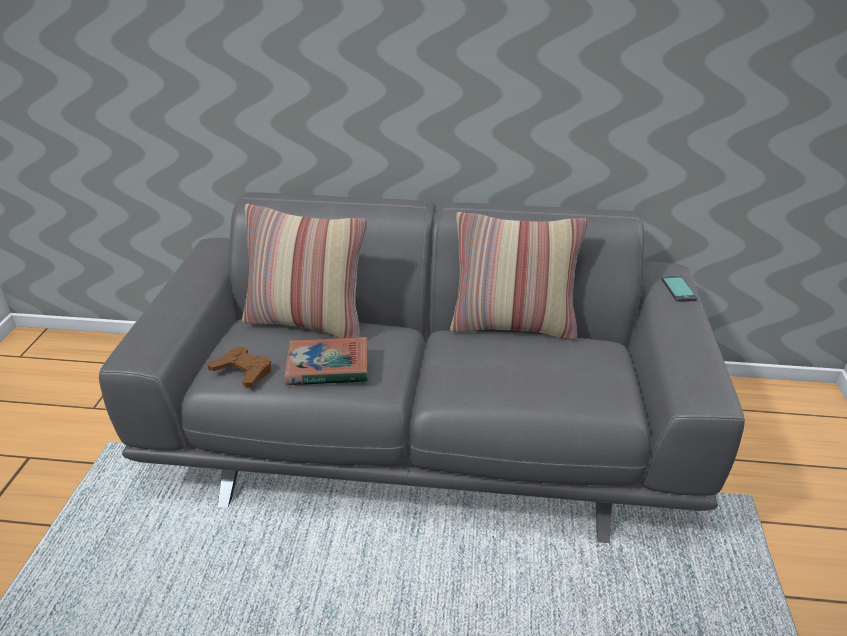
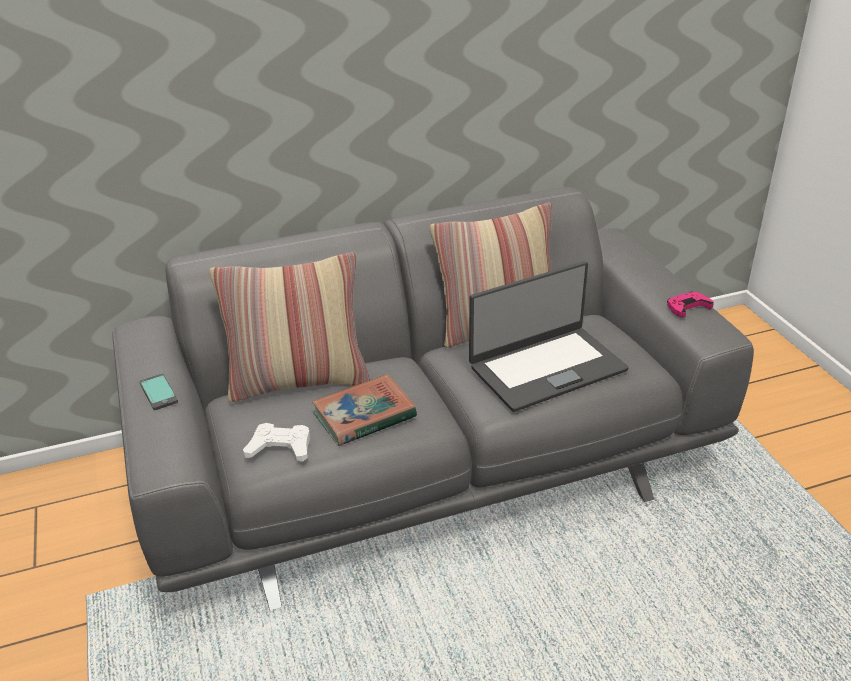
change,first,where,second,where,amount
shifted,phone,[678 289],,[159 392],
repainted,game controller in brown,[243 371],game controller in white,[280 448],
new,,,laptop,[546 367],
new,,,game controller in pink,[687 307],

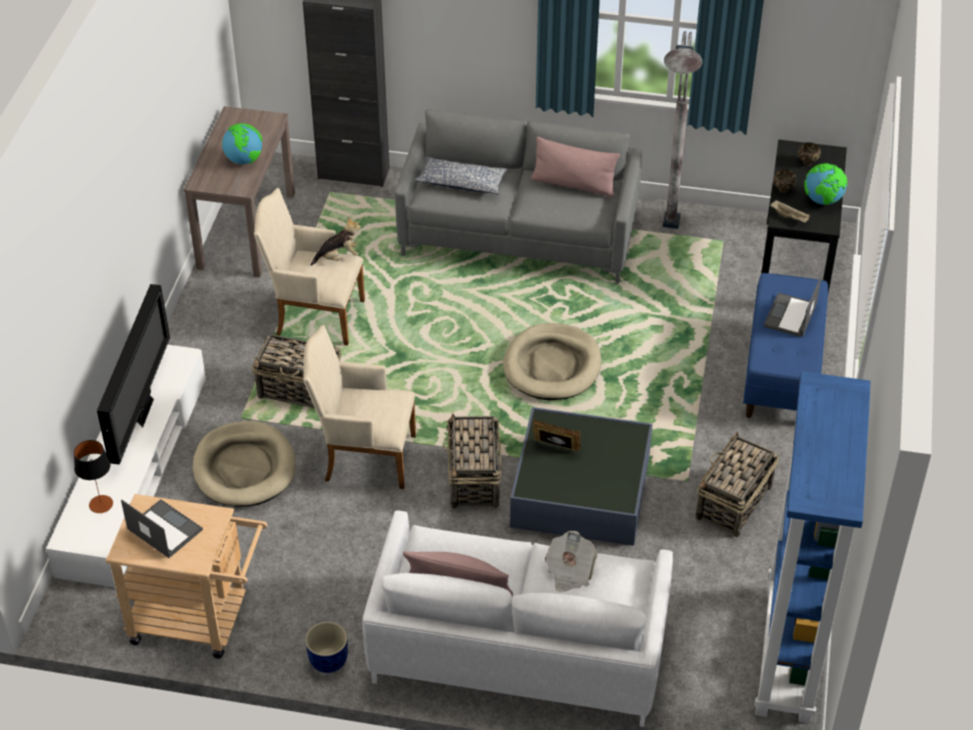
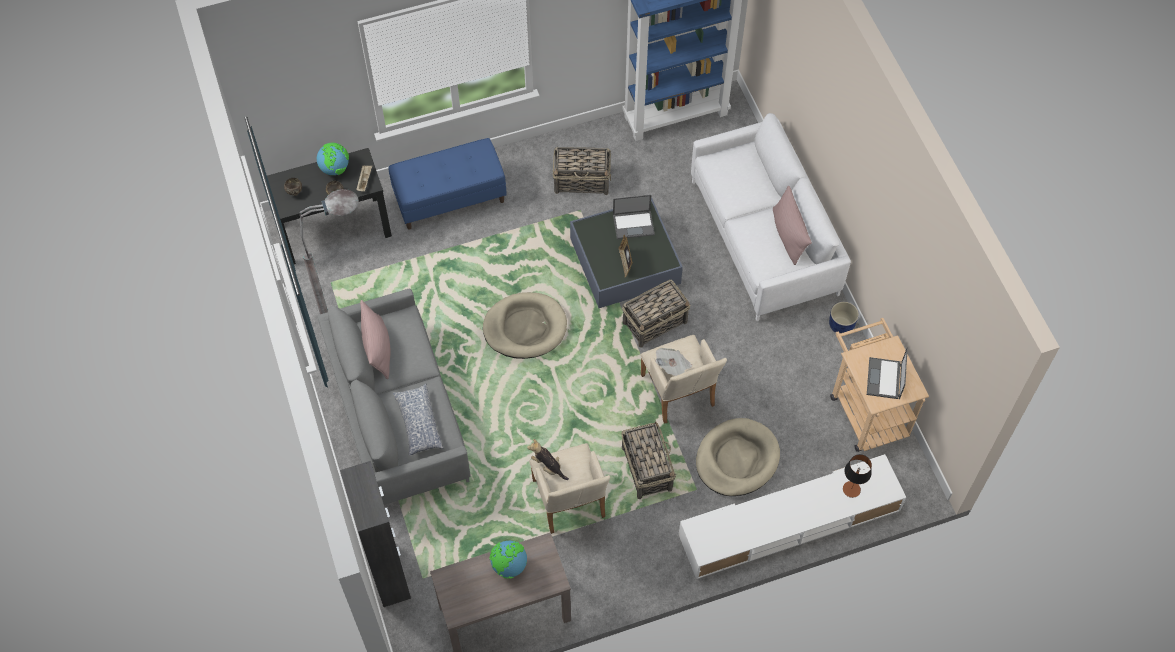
change,first,where,second,where,amount
shifted,laptop,[790 316],,[634 224],
gone,television,[144 410],,,
shifted,newspaper,[569 571],,[673 366],

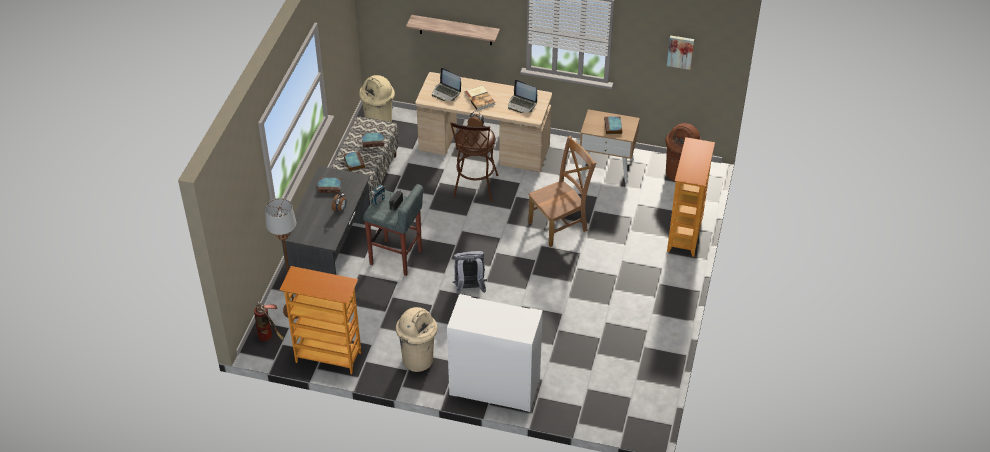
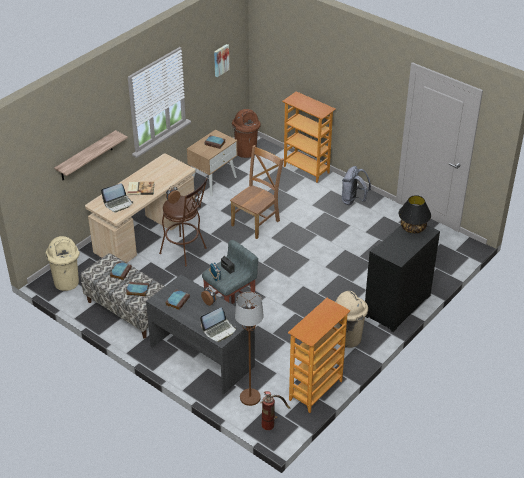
change,first,where,second,where,amount
shifted,laptop,[522 104],,[219 330],
rotated,chair in brown,[560 225],,[257 222],45 degrees clockwise
shifted,backpack in grey,[469 288],,[353 200],
repainted,cabinet in white,[494 388],cabinet in black,[397 306],
new,,,table lamp in black,[412 227],

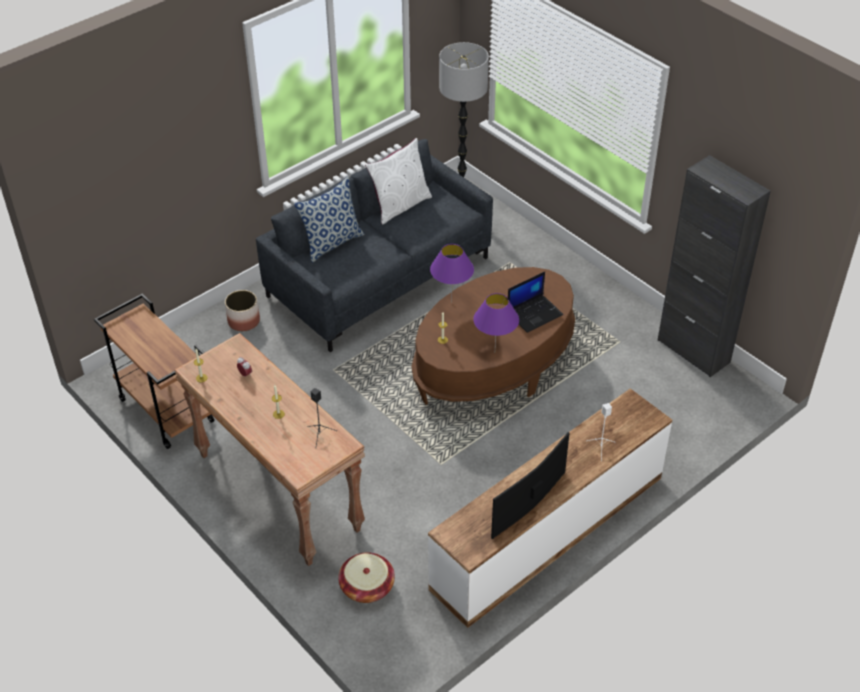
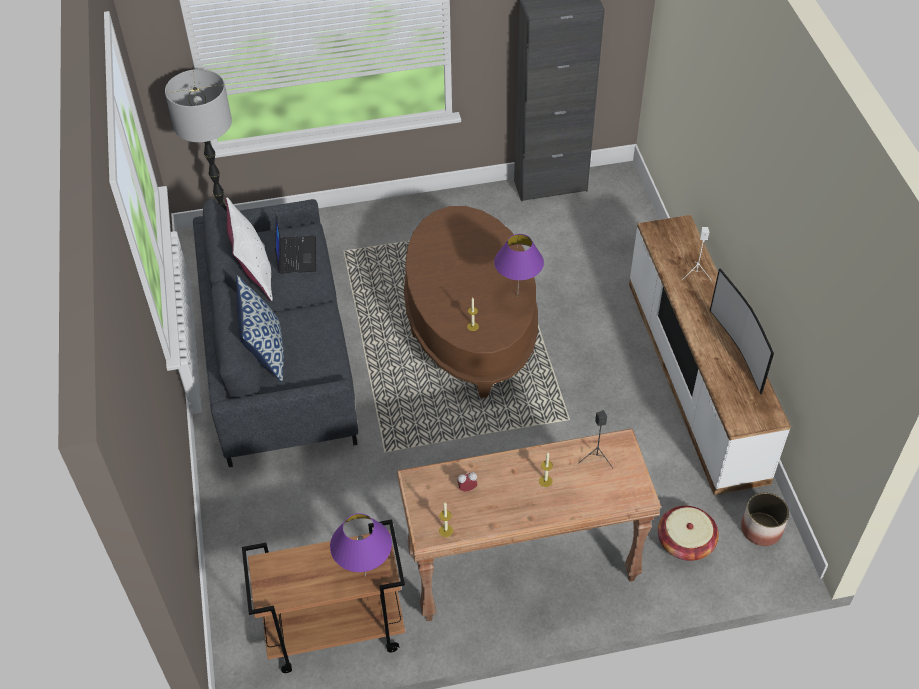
change,first,where,second,where,amount
shifted,table lamp in purple,[451 302],,[365 576],
shifted,laptop,[534 313],,[296 255],
shifted,planter,[244 321],,[761 529],

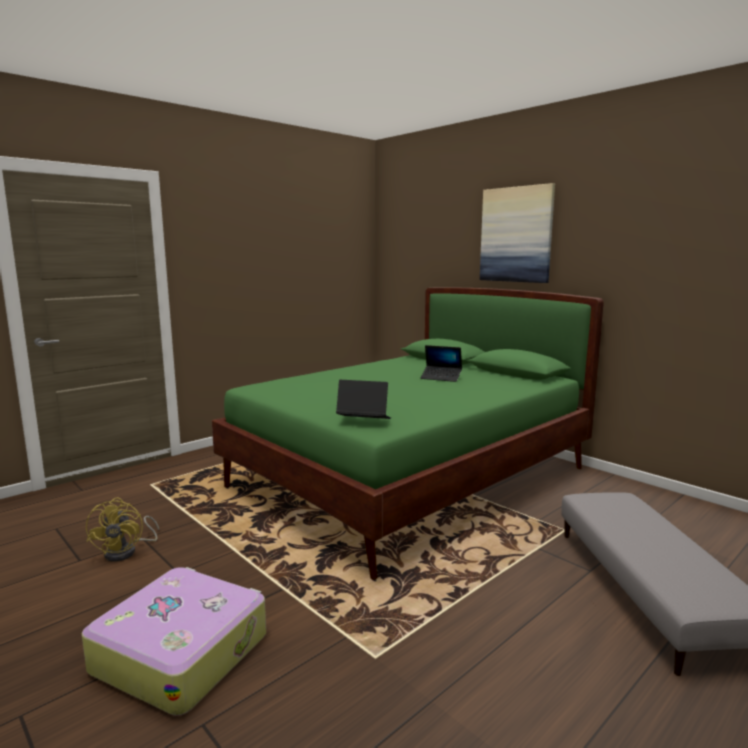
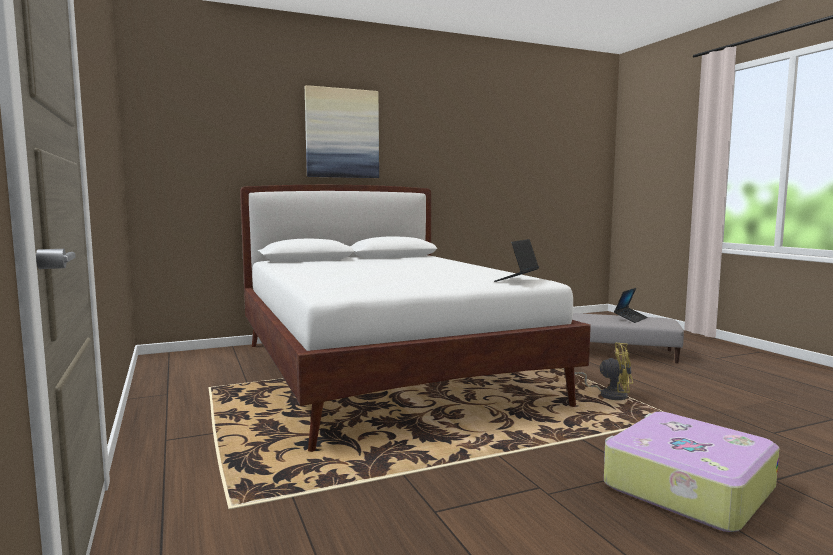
change,first,where,second,where,amount
repainted,bed in green,[410 477],bed in white,[386 371],
shifted,laptop,[441 377],,[630 318],
shifted,fan in yellow,[127 551],,[608 395],

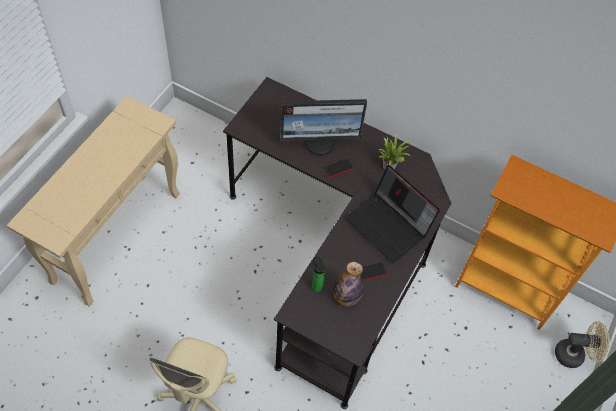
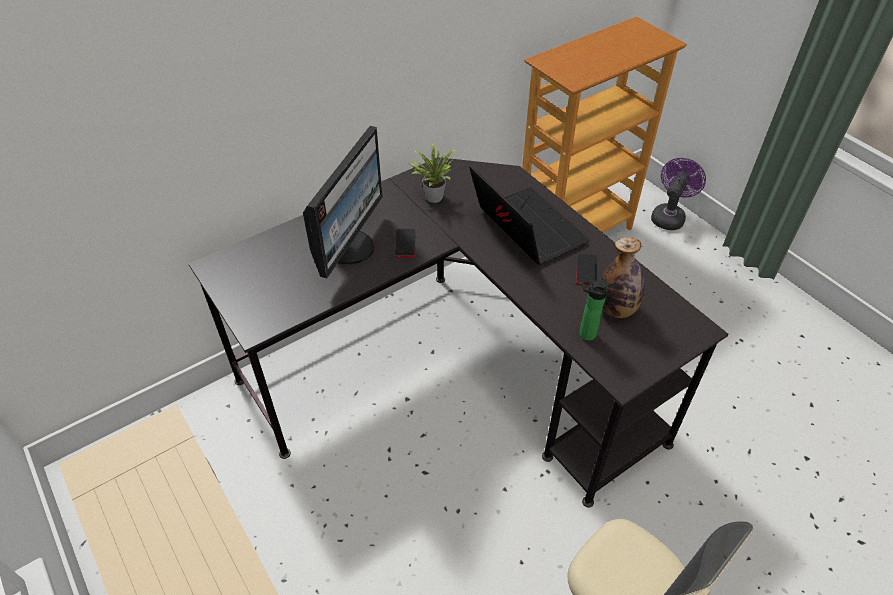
change,first,where,second,where,amount
rotated,laptop,[389 226],,[525 229],105 degrees counterclockwise
repainted,fan in beige,[574 354],fan in purple,[669 216],

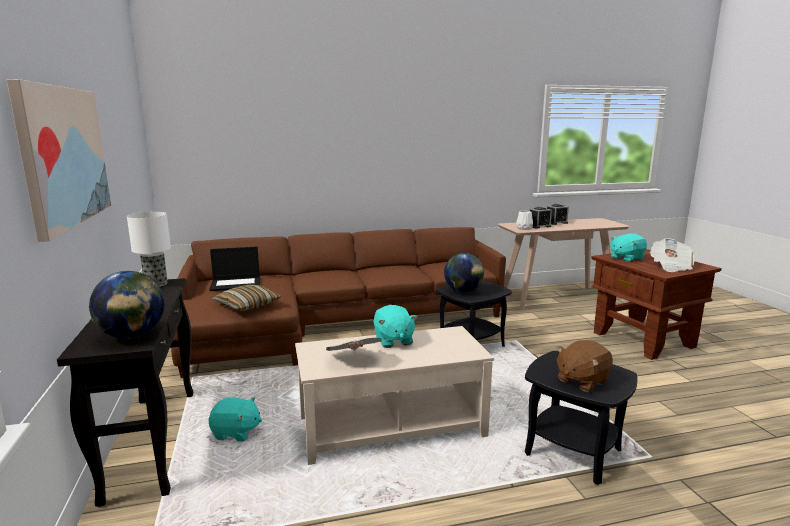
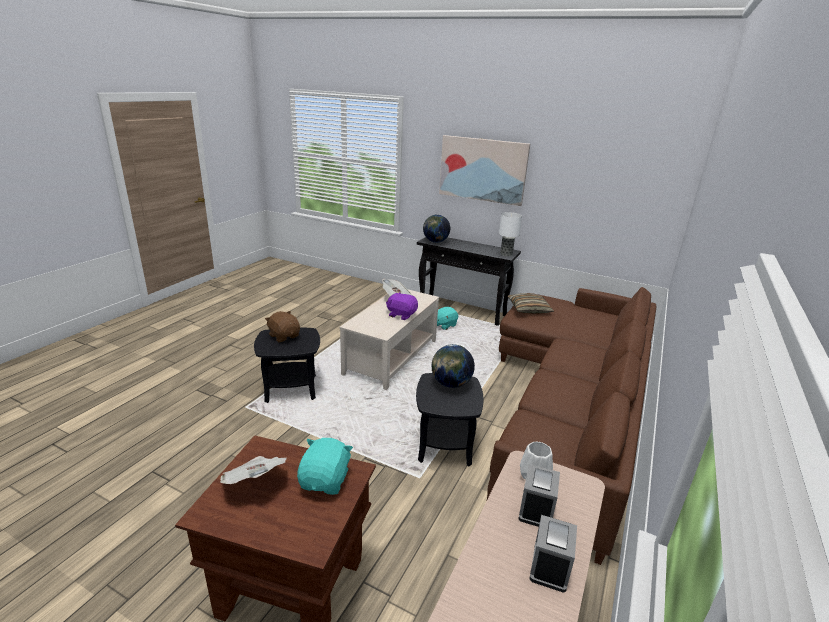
change,first,where,second,where,amount
gone,laptop,[236 284],,,
repainted,plush toy in turquoise,[393 340],plush toy in purple,[401 315],
rotated,plush toy in brown,[581 380],,[284 336],45 degrees counterclockwise

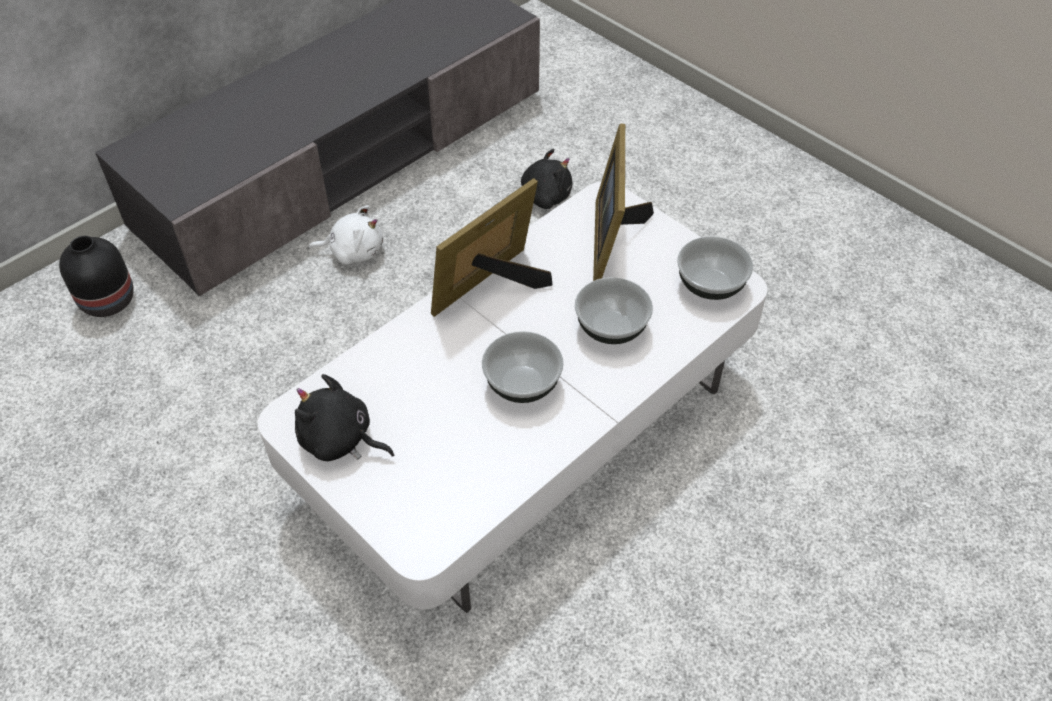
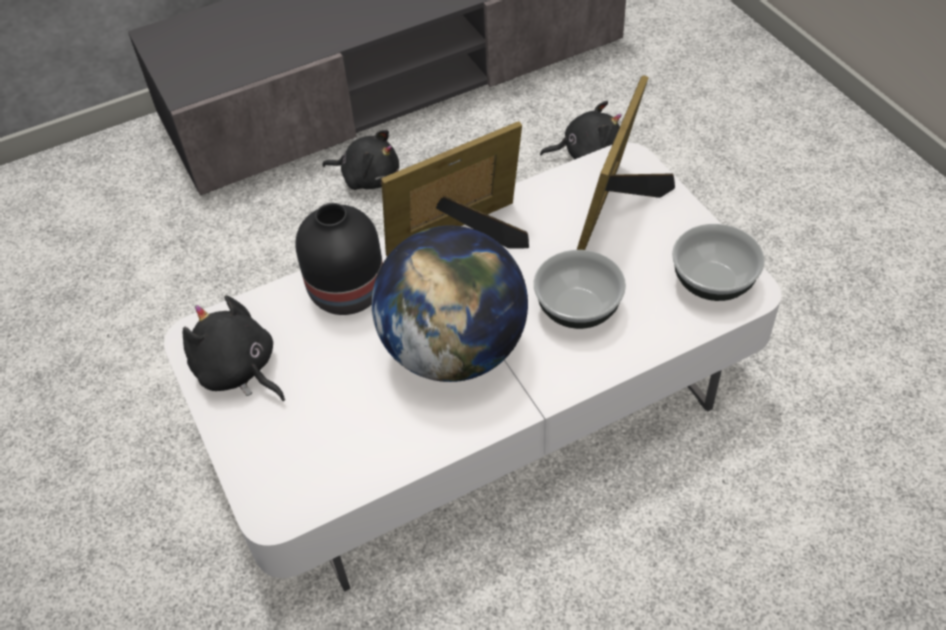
change,first,where,second,where,amount
repainted,plush toy in white,[353 251],plush toy in black,[368 177],
shifted,vase in black,[106 301],,[345 292],
swapped,bowl,[522 383],globe,[454 350],

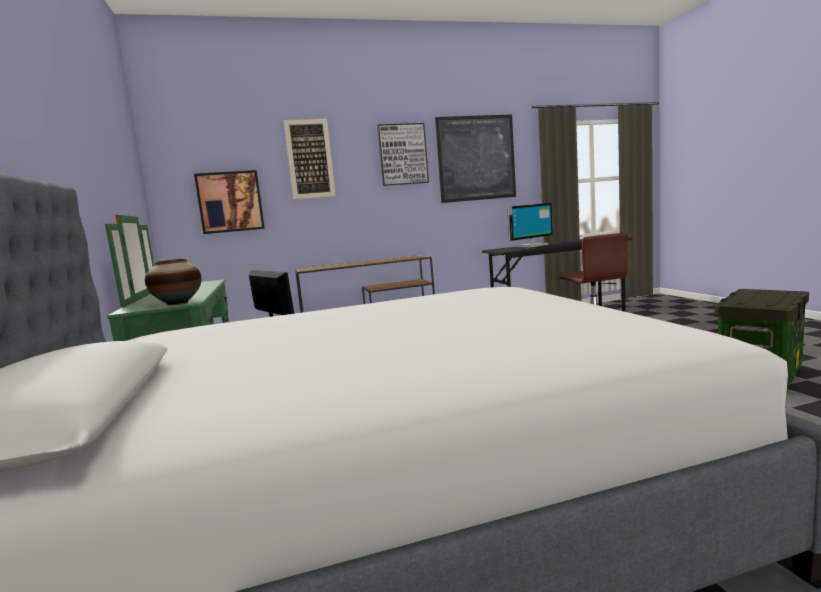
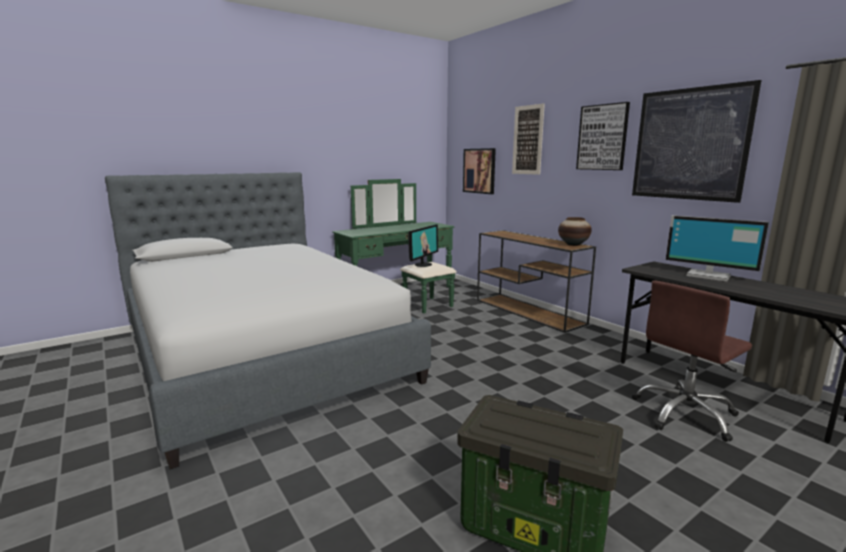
change,first,where,second,where,amount
shifted,vase,[177 303],,[573 244],

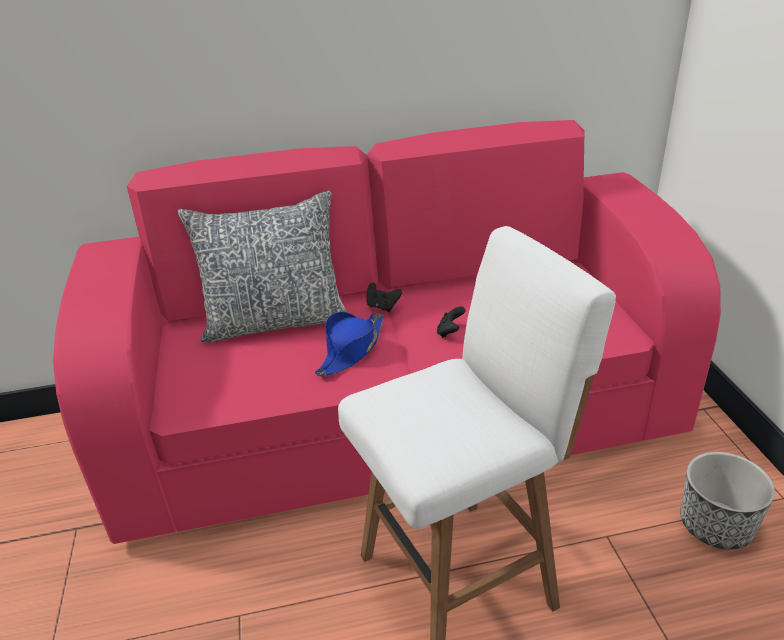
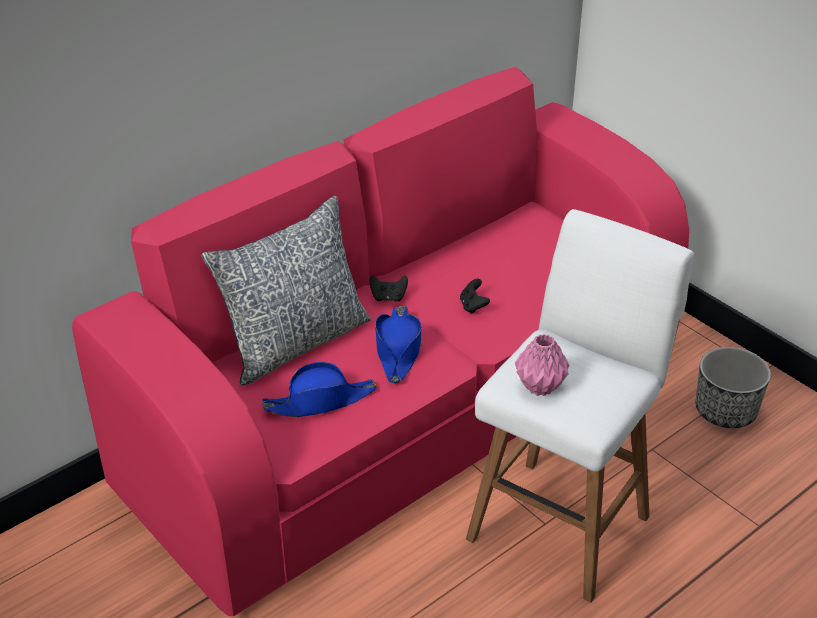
change,first,where,second,where,amount
new,,,vase in pink,[539 386],
new,,,hat in blue,[320 401],

